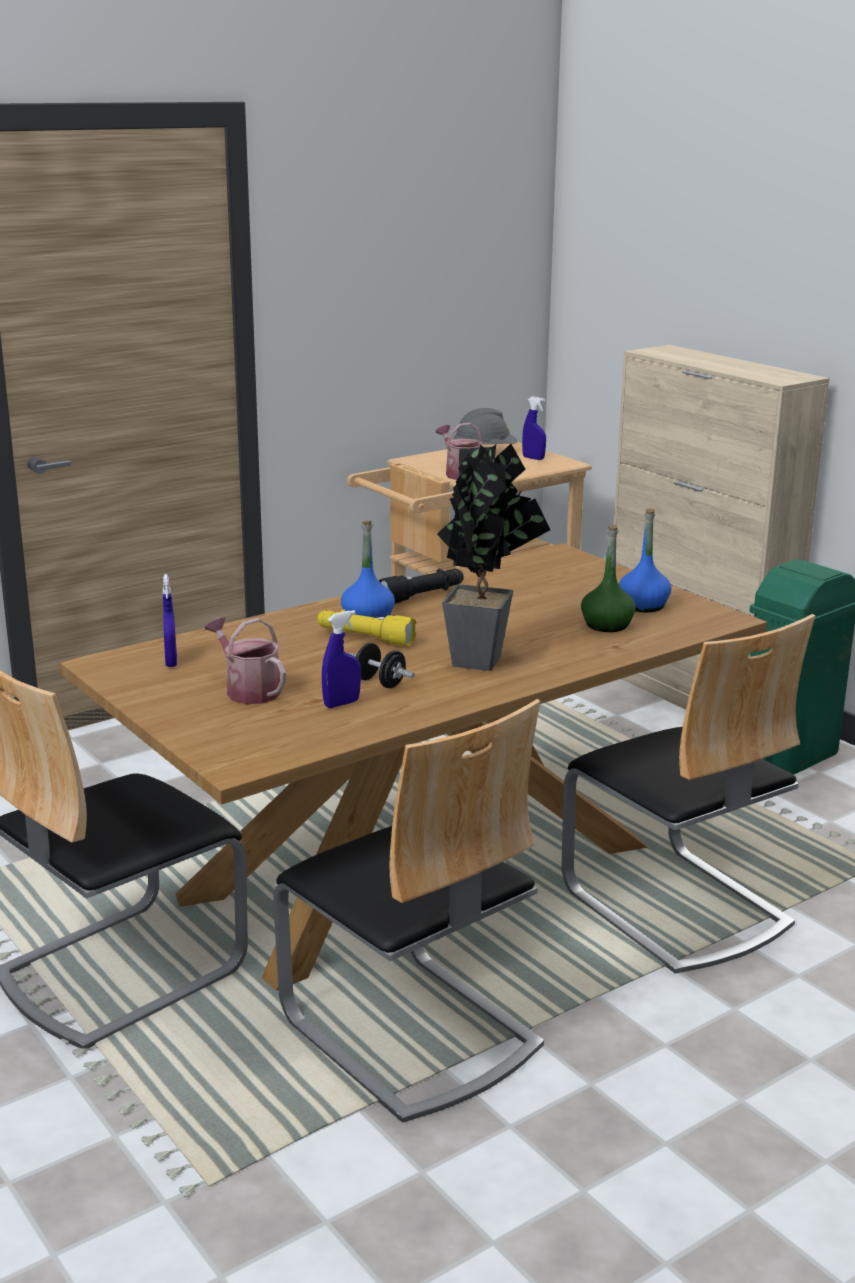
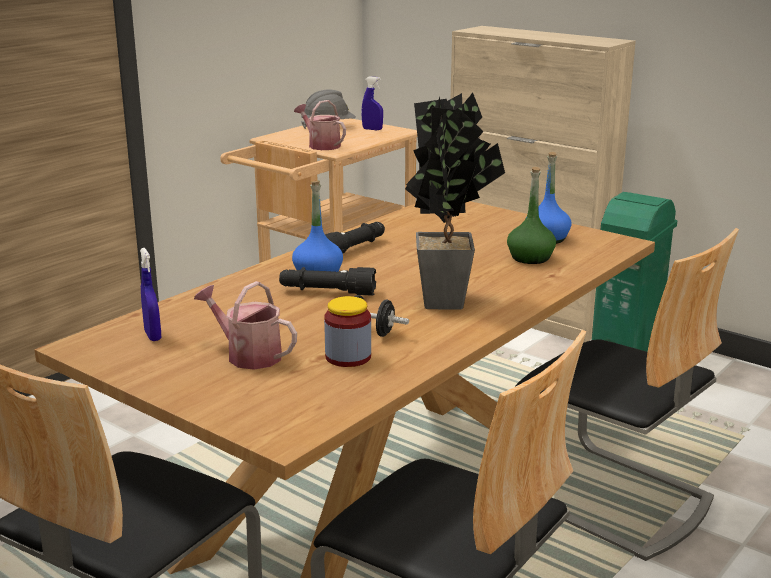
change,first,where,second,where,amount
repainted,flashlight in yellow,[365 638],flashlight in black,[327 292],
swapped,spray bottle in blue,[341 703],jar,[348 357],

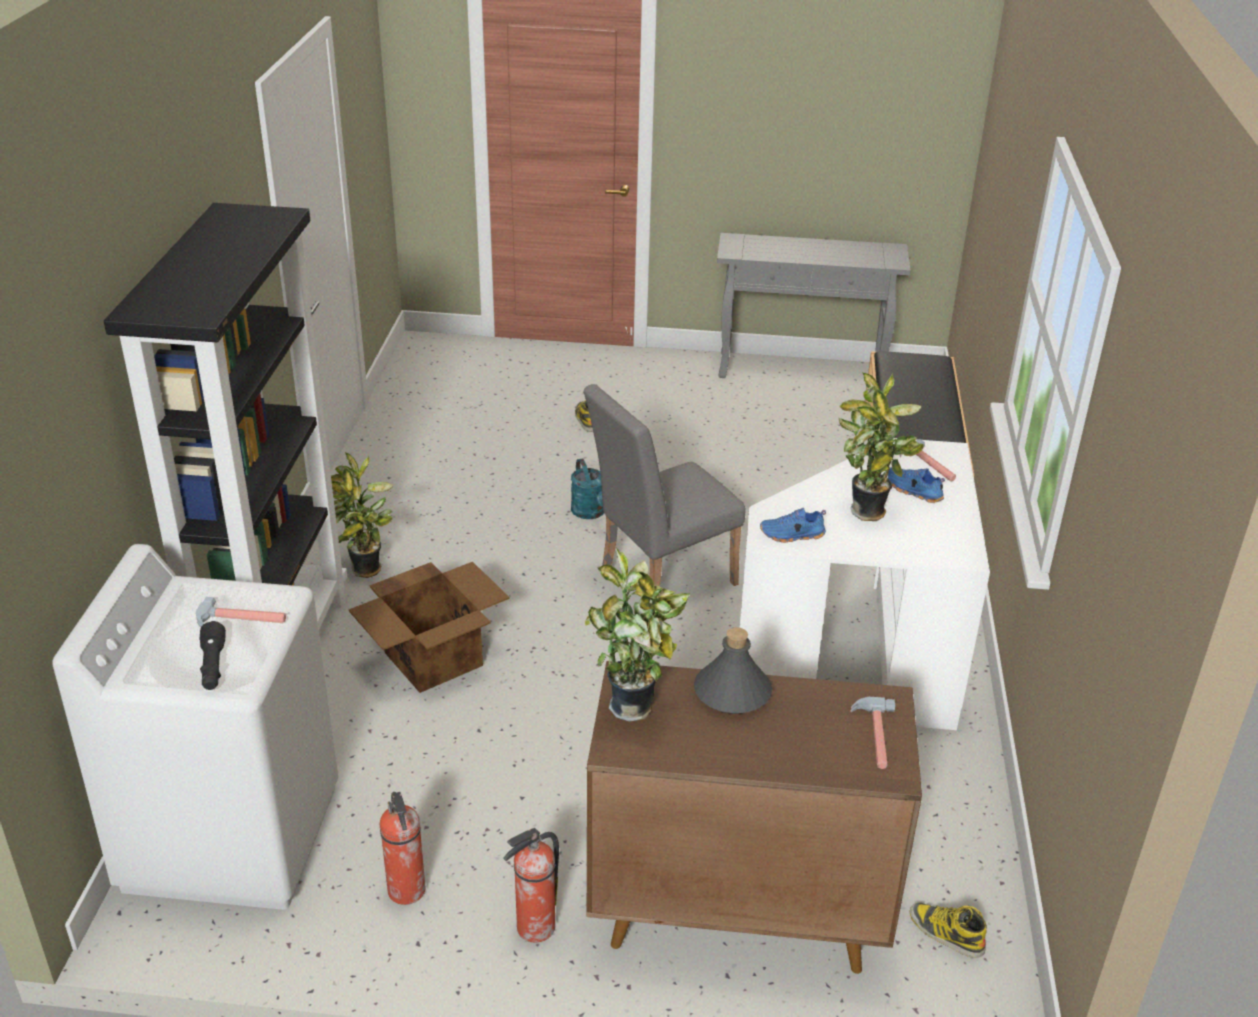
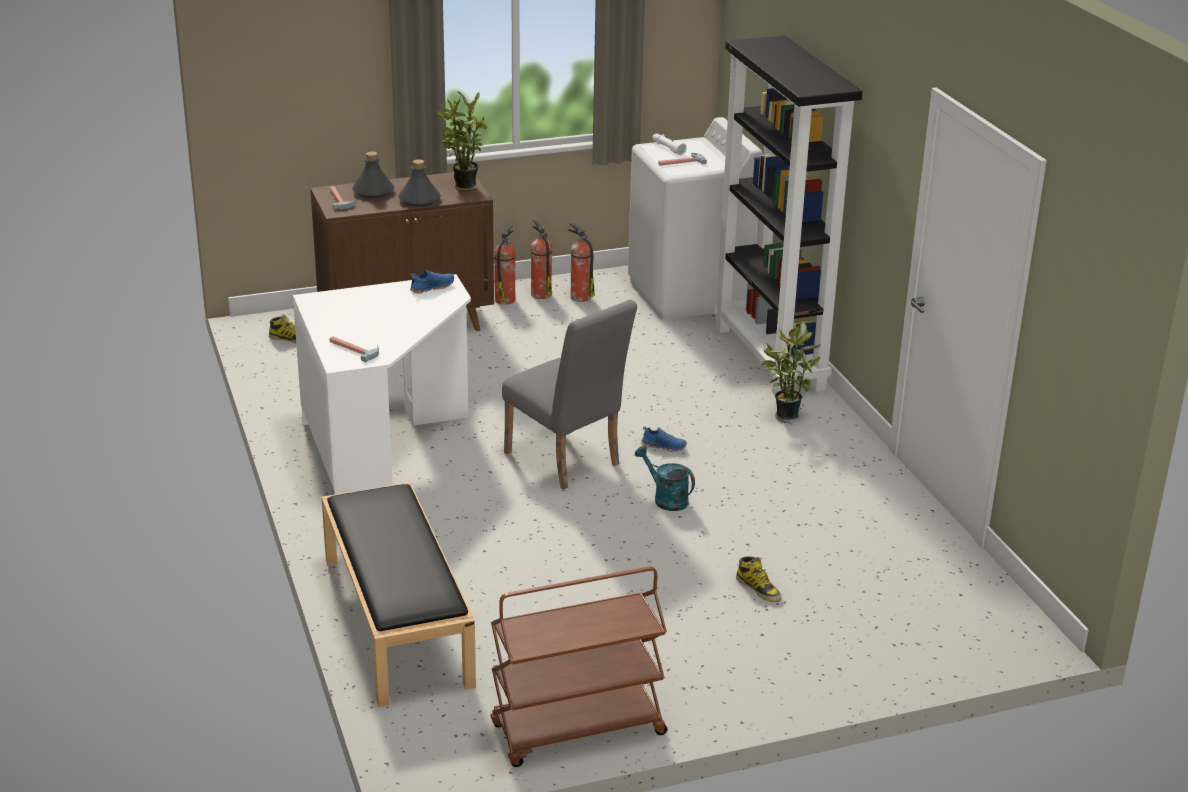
change,first,where,second,where,amount
swapped,console table in grey,[802 371],cart in brown,[577 731],
gone,potted plant,[869 514],,,
rotated,chair in grey,[659 580],,[566 462],105 degrees clockwise
shifted,shoe in blue,[913 491],,[664 446],
gone,cardboard box,[435 659],,,
repainted,flashlight in black,[213 667],flashlight in white,[667 149],
new,,,bottle in grey,[373 192],
new,,,fire extinguisher,[540 294],

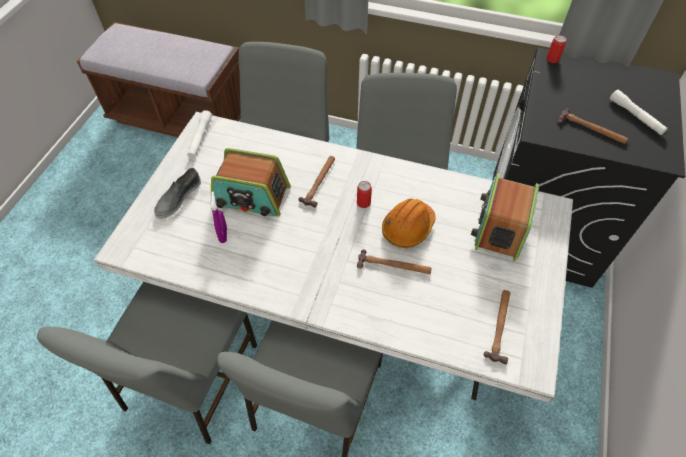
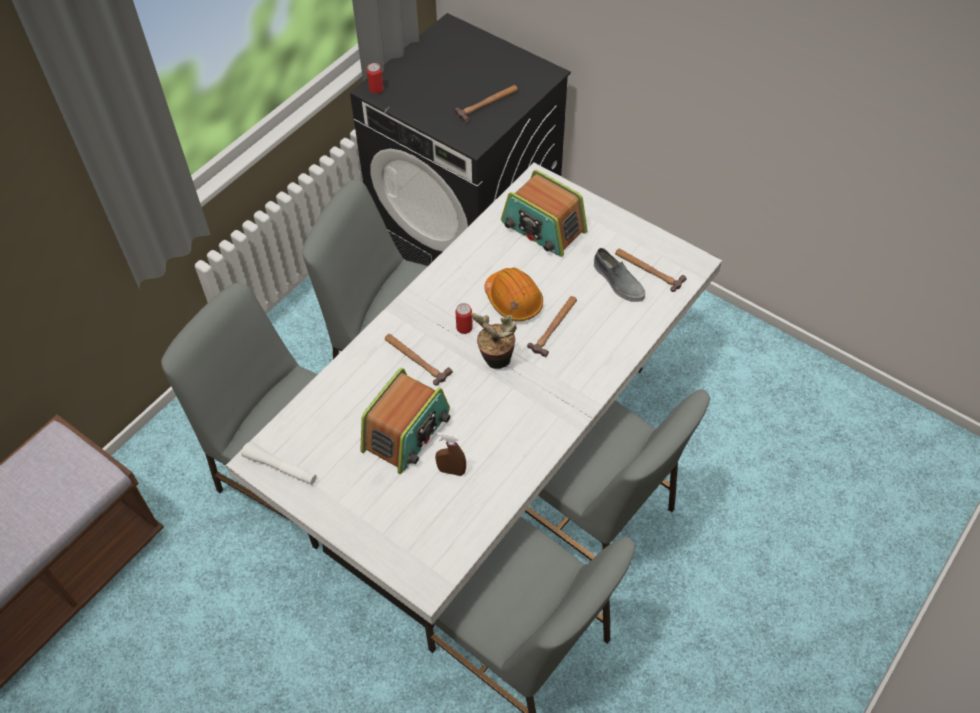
change,first,where,second,where,amount
gone,flashlight in white,[635 116],,,
shifted,shoe in grey,[178 198],,[618 281],
repainted,spray bottle in purple,[223 234],spray bottle in brown,[451 470],
new,,,potted plant,[495 361],

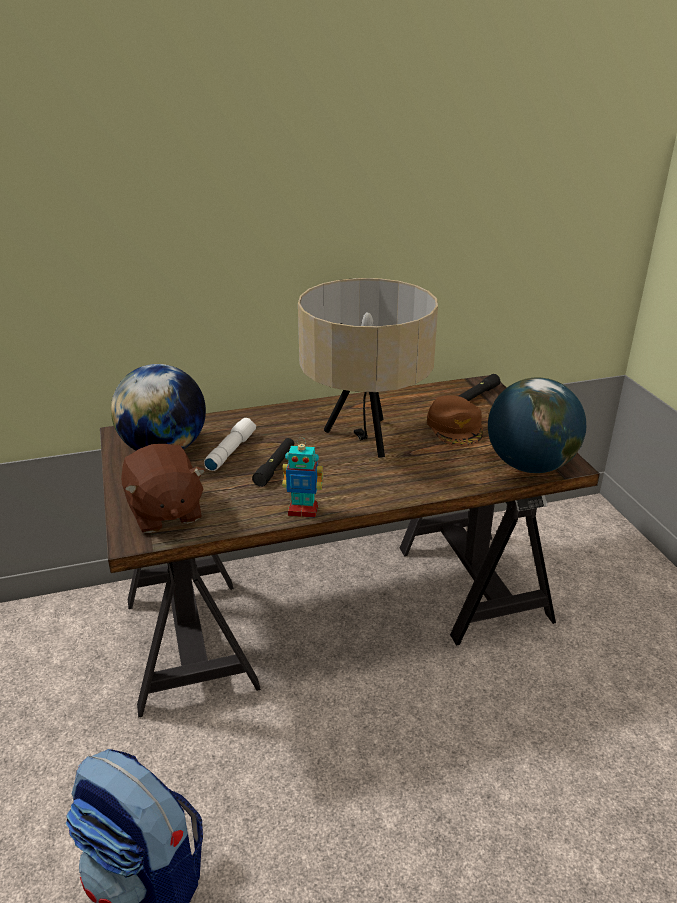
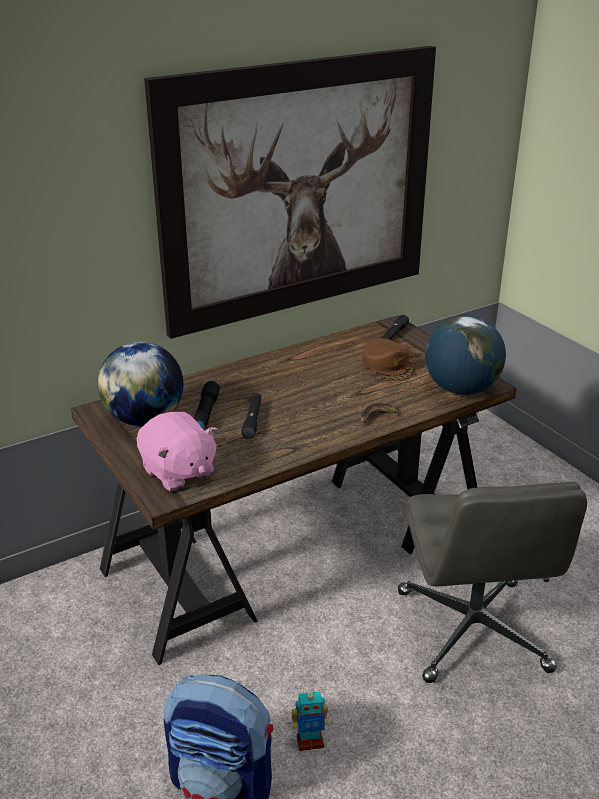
change,first,where,second,where,amount
gone,table lamp in beige,[364 440],,,
repainted,flashlight in white,[230 451],flashlight in black,[205 412],
shifted,toy robot,[303 510],,[310 741],
repainted,plush toy in brown,[164 512],plush toy in pink,[178 472],
new,,,picture,[299 189],
new,,,banana,[378 417],
new,,,office chair in grey,[473 632],

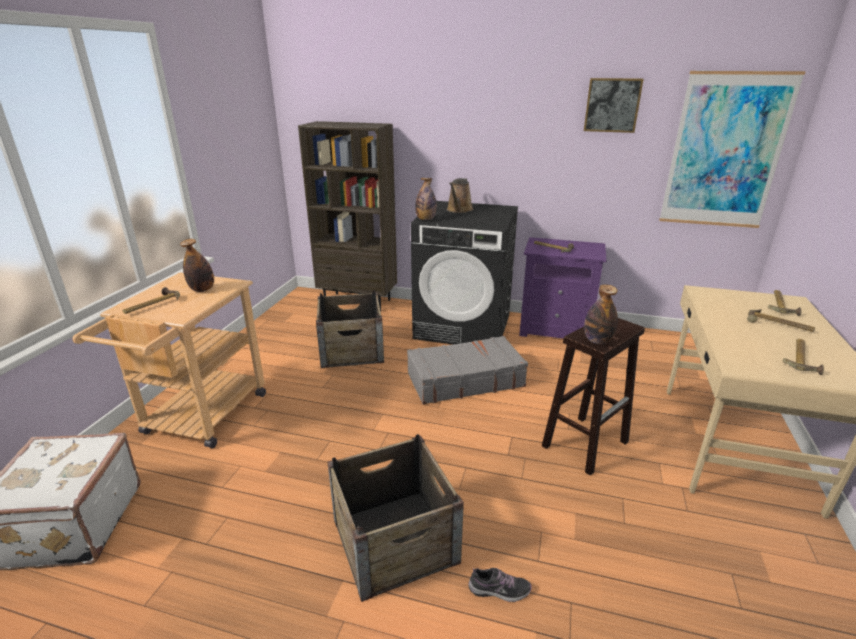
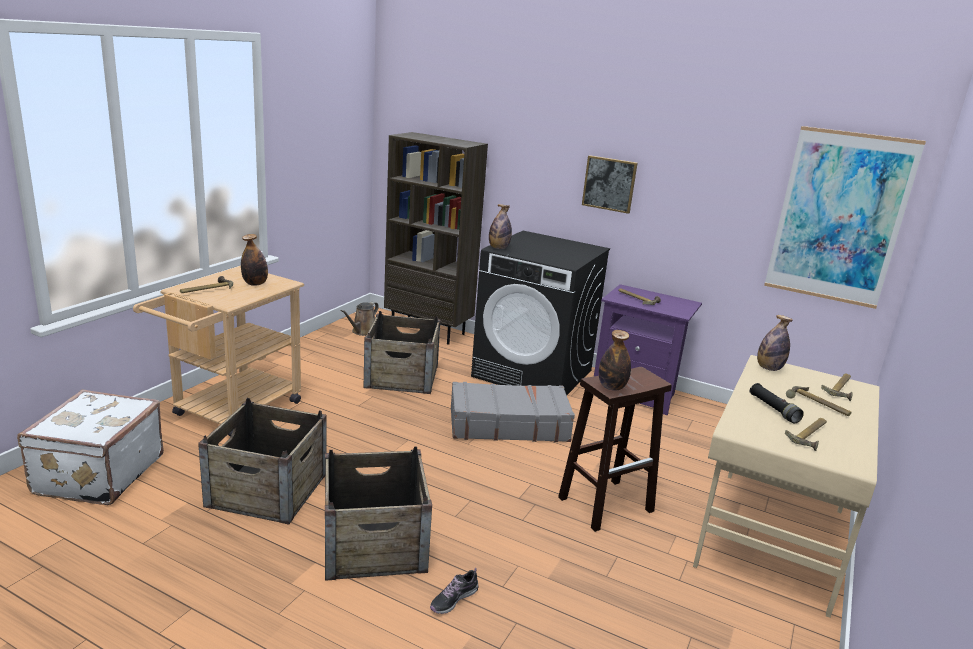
change,first,where,second,where,amount
shifted,picture,[612 105],,[609 184],
shifted,watering can in brown,[459 210],,[363 331],
rotated,shoe,[499 590],,[453 599],120 degrees clockwise
new,,,bottle,[769 368],
new,,,flashlight in black,[773 409],
new,,,crate,[267 490],

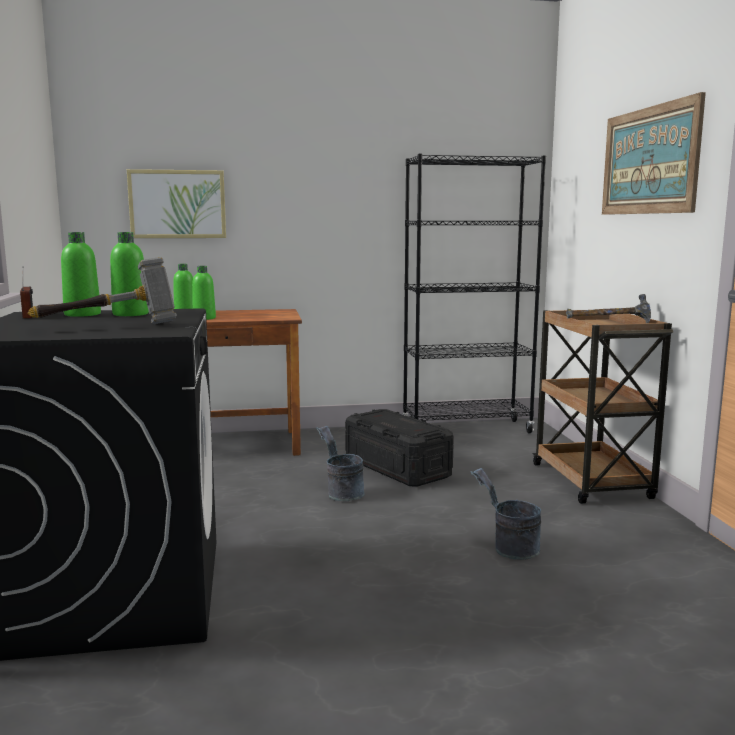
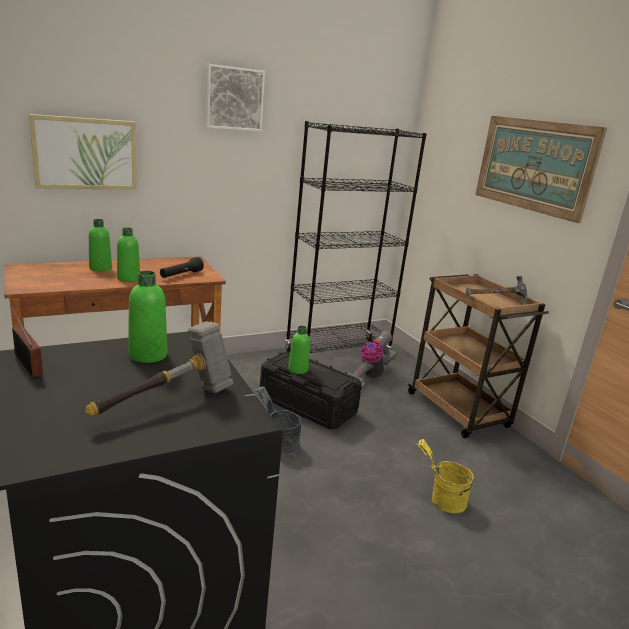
change,first,where,second,where,amount
shifted,bottle in green,[82 314],,[298 369],
repainted,bucket in grey,[509 548],bucket in yellow,[441 499],
new,,,picture,[234 98],
new,,,flashlight in black,[181 275],
new,,,vacuum cleaner,[368 376],

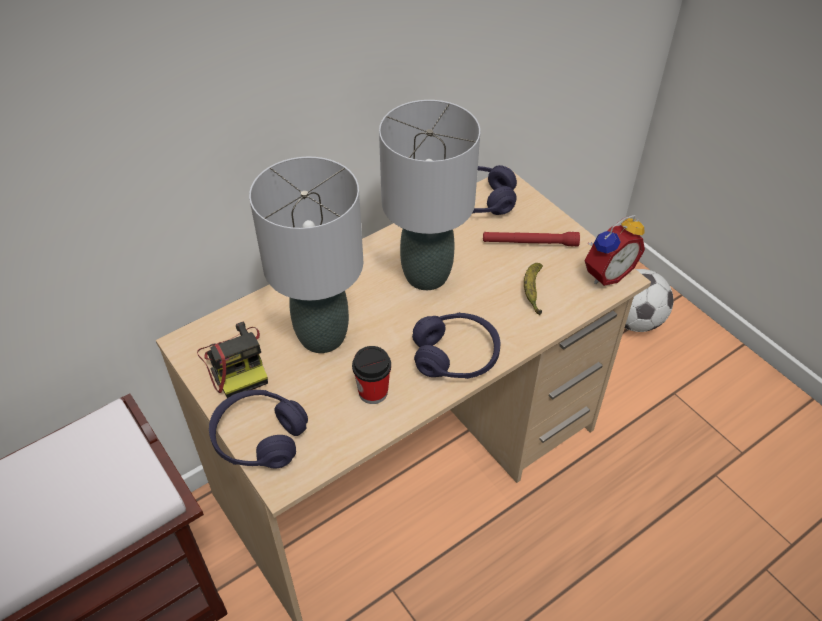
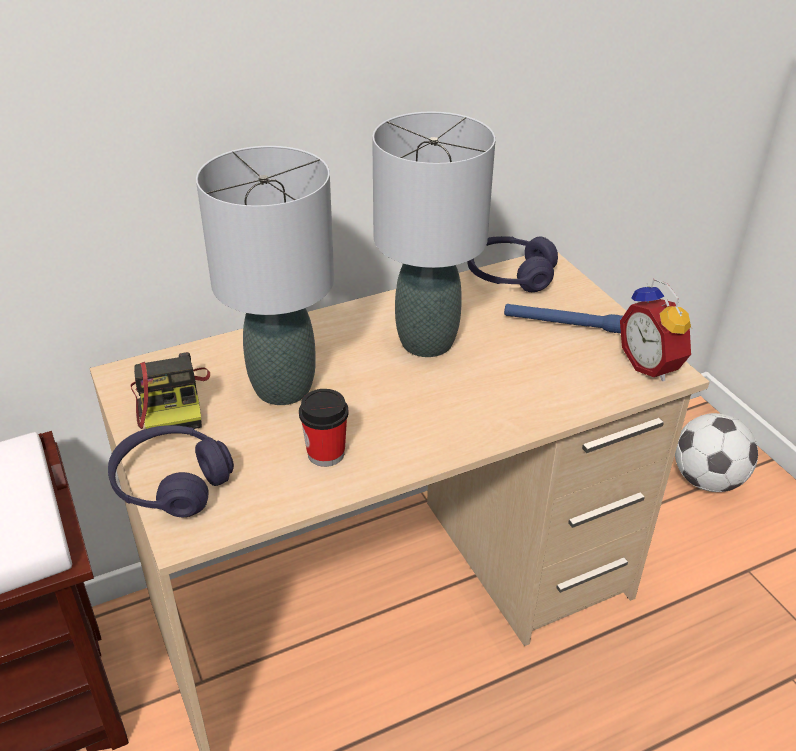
change,first,where,second,where,amount
rotated,alarm clock,[606 273],,[652 365],90 degrees clockwise
repainted,flashlight in red,[530 243],flashlight in blue,[562 324],
gone,banana,[532 291],,,
gone,headphones in purple,[455 355],,,

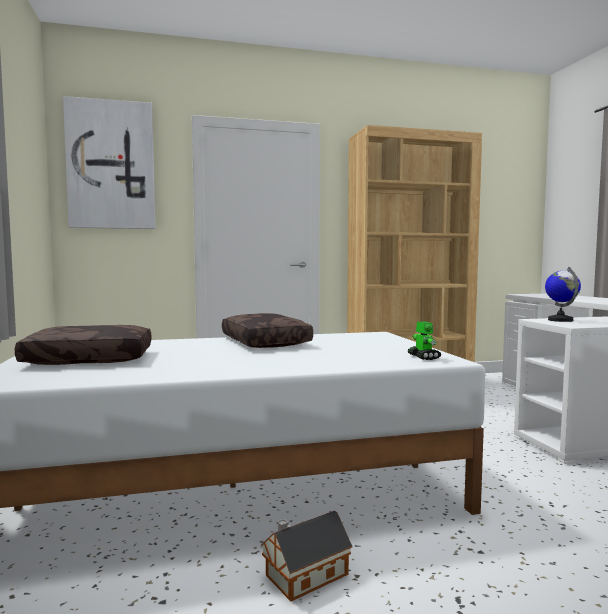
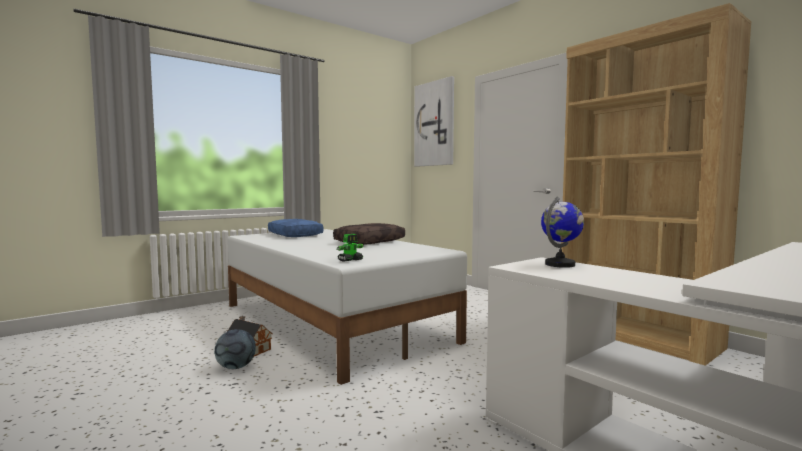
change,first,where,second,where,amount
repainted,pillow in brown,[88 359],pillow in blue,[294 235],
new,,,football,[236 367],

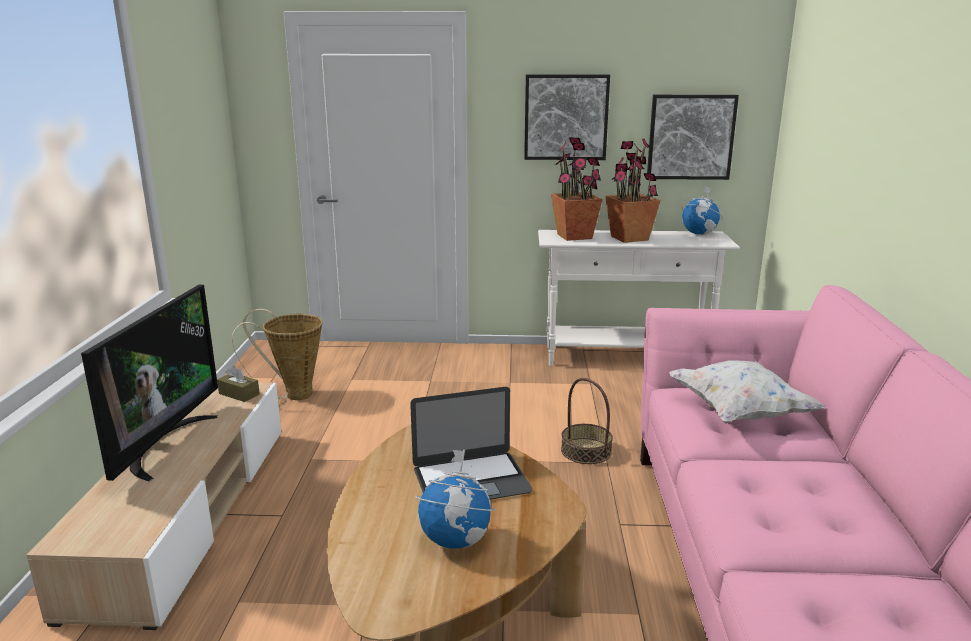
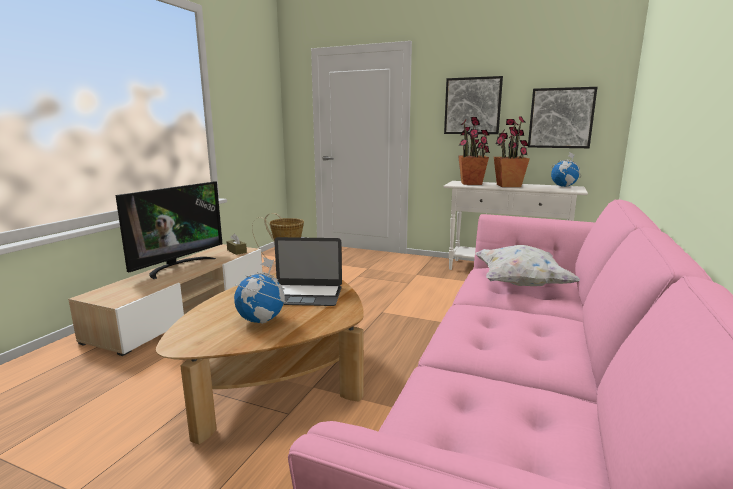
change,first,where,second,where,amount
gone,basket,[586 451],,,

